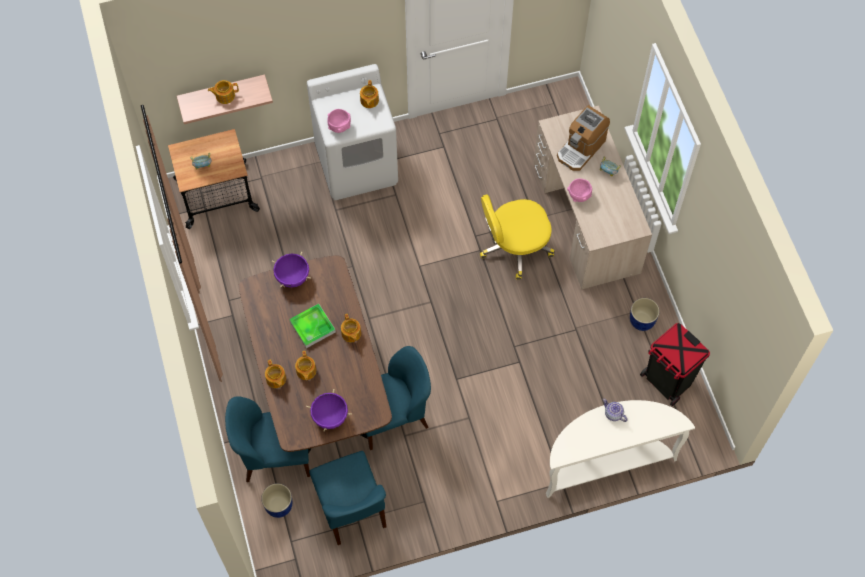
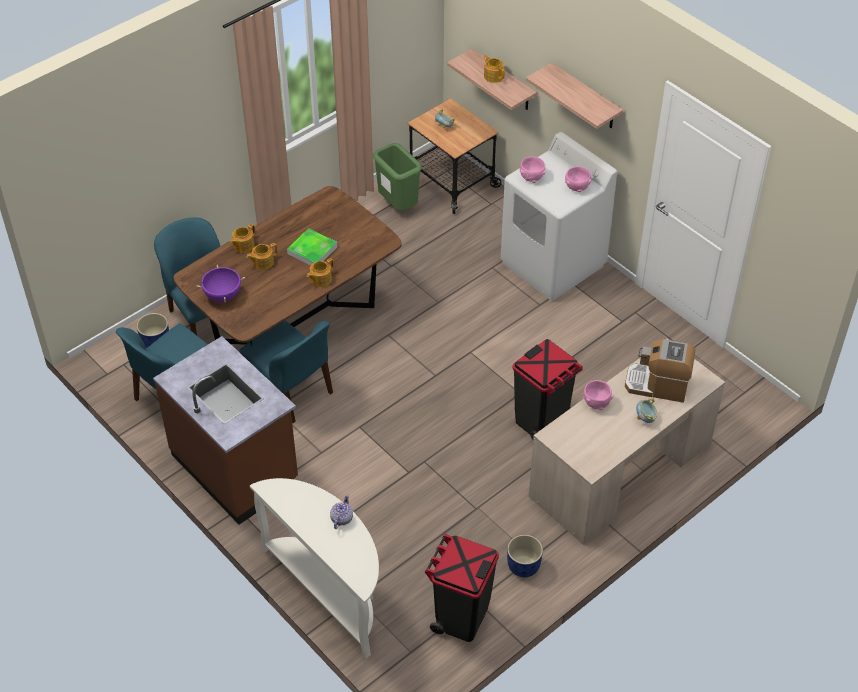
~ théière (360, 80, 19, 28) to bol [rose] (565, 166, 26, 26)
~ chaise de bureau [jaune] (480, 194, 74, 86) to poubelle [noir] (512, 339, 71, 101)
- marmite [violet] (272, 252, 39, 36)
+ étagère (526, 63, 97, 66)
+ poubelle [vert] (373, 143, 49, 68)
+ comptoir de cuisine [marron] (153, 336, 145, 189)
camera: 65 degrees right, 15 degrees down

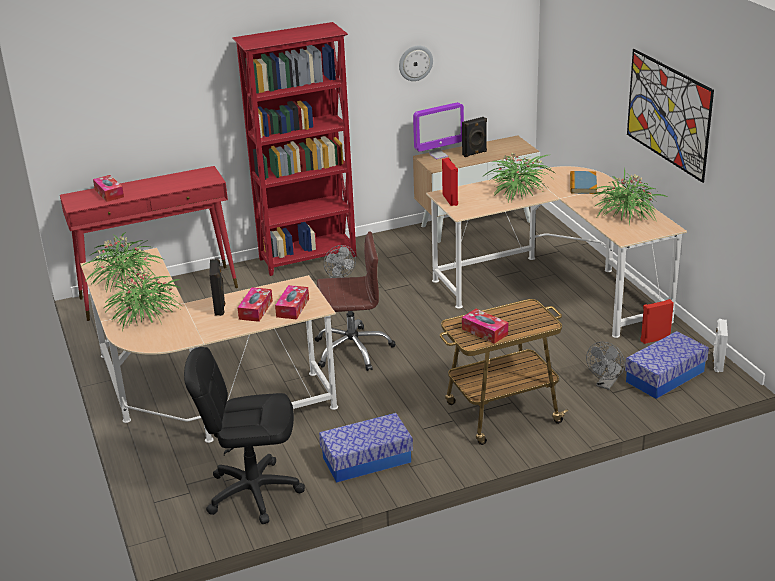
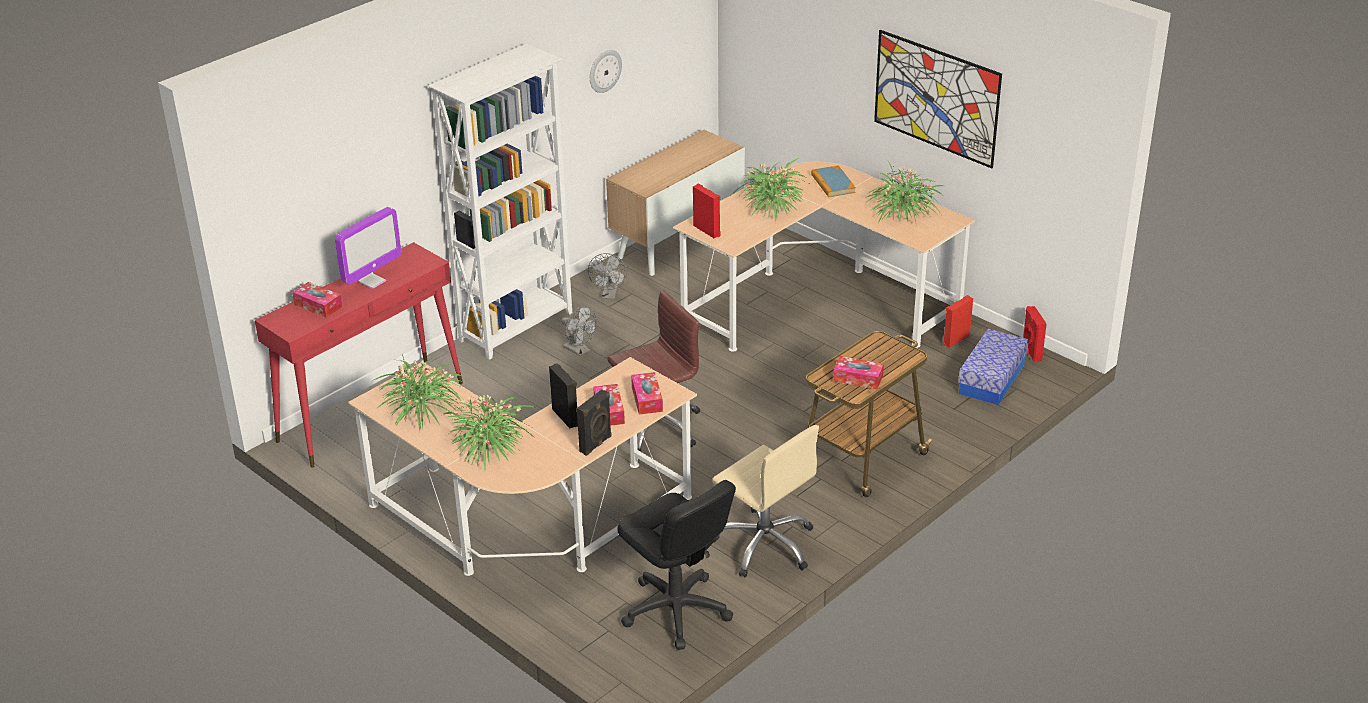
~ bibliothèque [rouge] (232, 22, 125, 254) to bibliothèque [blanc] (428, 44, 144, 316)
~ écran d'ordinateur (413, 102, 51, 57) to (335, 207, 66, 82)
~ enceinte [noir] (462, 117, 25, 40) to (577, 389, 35, 67)
~ enceinte [blanc] (713, 319, 15, 53) to enceinte [rouge] (1023, 306, 24, 56)
~ ventilateur [gris] (586, 342, 39, 48) to (588, 253, 39, 46)
~ chaise de bureau [noir] (184, 347, 121, 177) = (617, 480, 119, 170) 105 degrees counterclockwise
~ boîte de rangement (319, 413, 94, 70) to chaise de bureau [beige] (712, 425, 107, 152)
camera: 25 degrees left, 5 degrees up

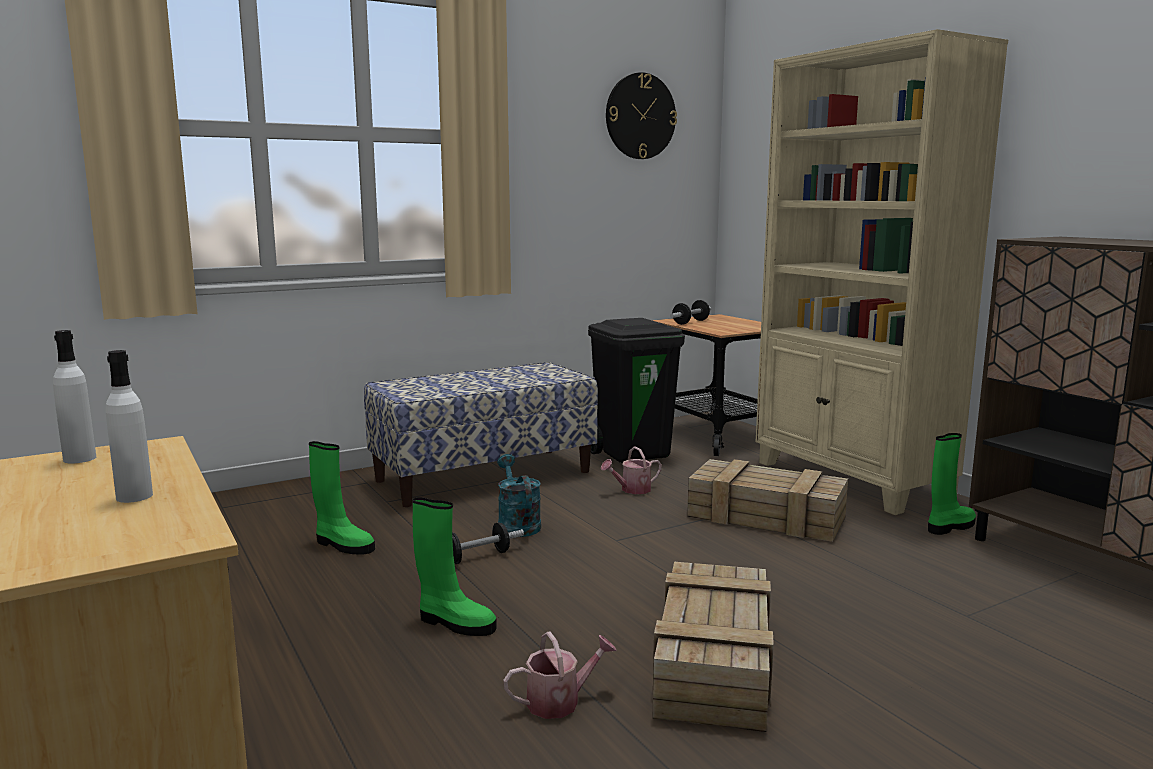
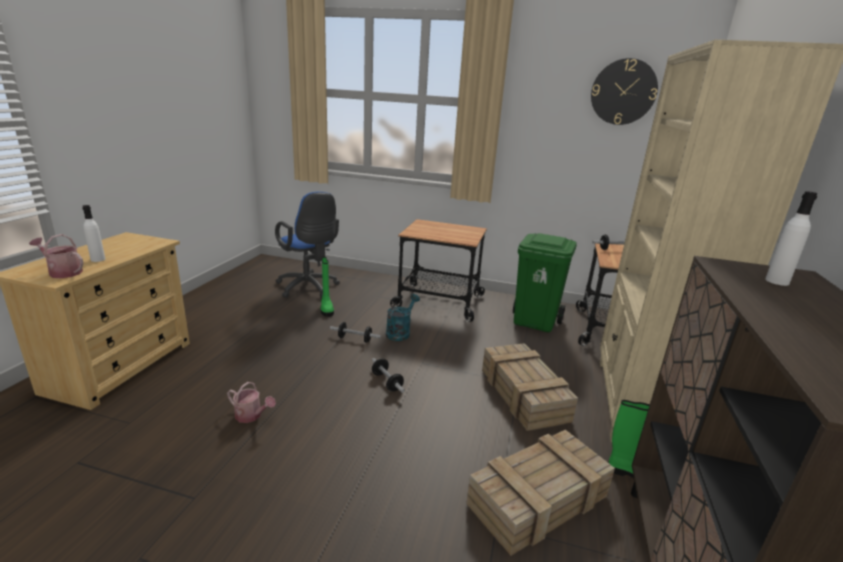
~ poubelle [noir] (588, 318, 97, 145) to poubelle [vert] (513, 233, 64, 100)
~ bouteille [blanc] (53, 330, 43, 133) to (765, 191, 52, 95)
~ banc (364, 362, 234, 145) to chariot (390, 219, 97, 103)
~ arrosoir (601, 446, 61, 48) to (29, 234, 54, 44)
- botte [vert] (412, 497, 85, 139)
~ caisse (653, 562, 121, 170) to (466, 430, 149, 126)
+ chaise de bureau [bleu] (275, 192, 65, 106)
+ haltère (372, 358, 33, 35)
camera: 45 degrees right, 10 degrees up

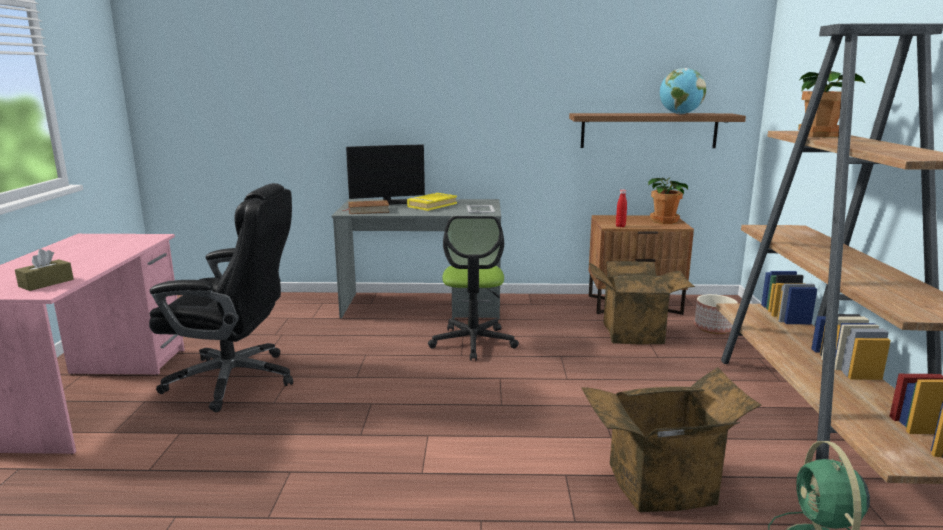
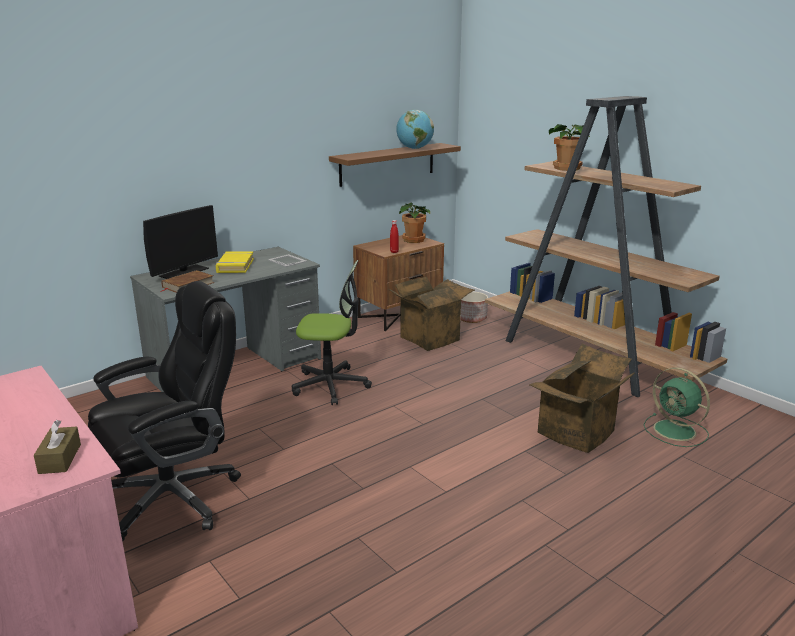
~ chaise de bureau (428, 216, 91, 145) = (292, 260, 80, 145) 45 degrees counterclockwise
camera: 40 degrees left, 5 degrees up

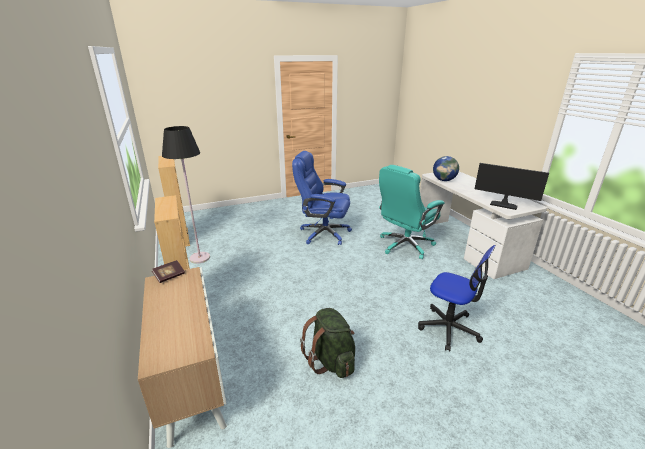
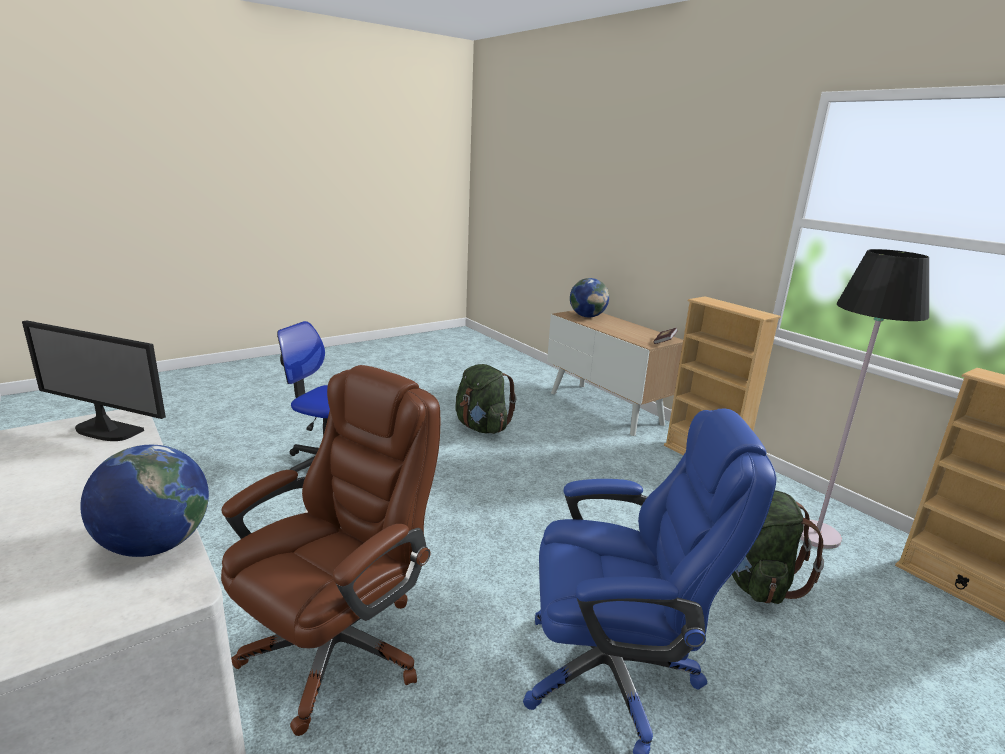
~ chaise de bureau [turquoise] (379, 165, 65, 94) to chaise de bureau [marron] (221, 365, 219, 371)
+ globe (570, 278, 39, 39)
+ sac à dos [vert] (732, 490, 92, 114)
camera: 165 degrees right, 5 degrees down

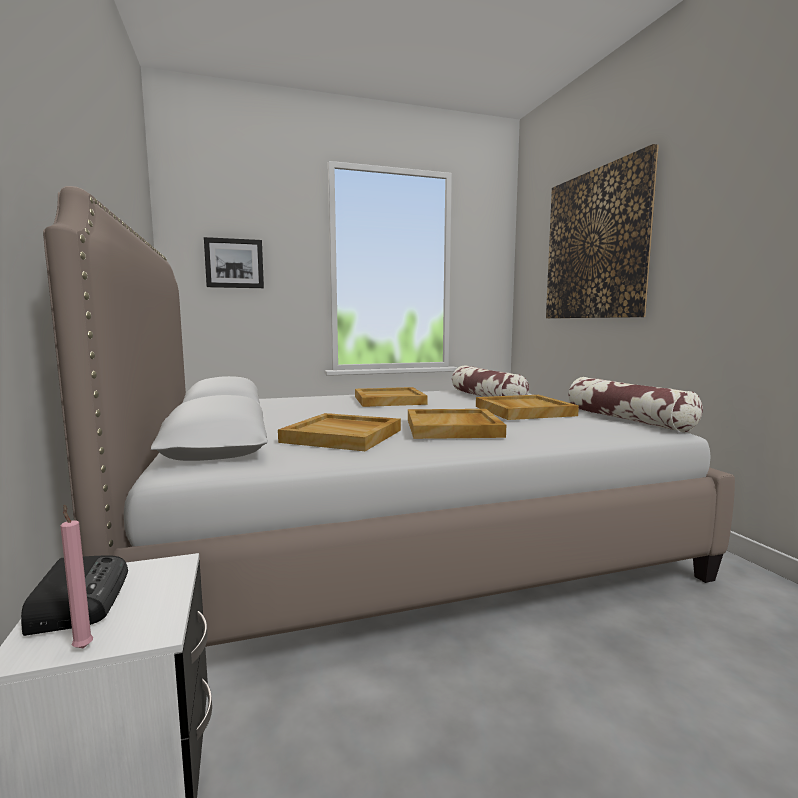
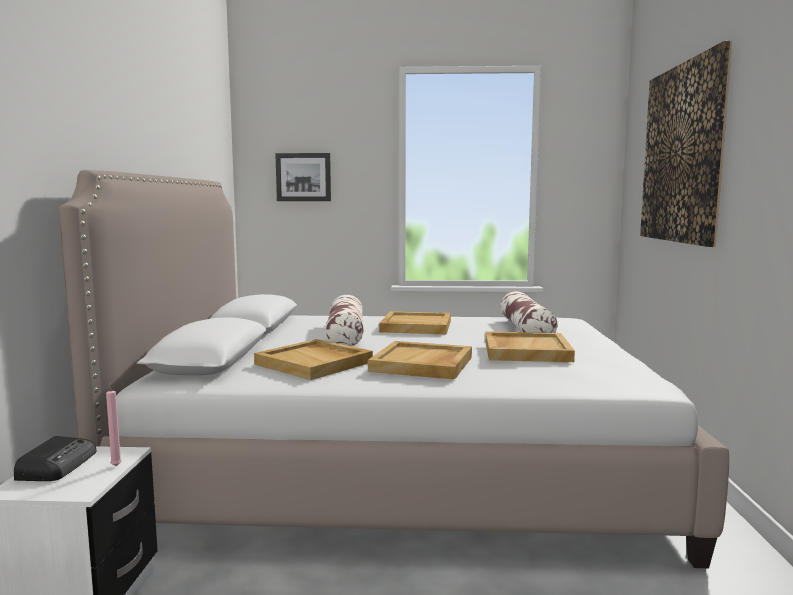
~ coussin (568, 377, 135, 55) to (325, 295, 39, 52)
~ bougie [rose] (60, 504, 33, 145) to (106, 381, 16, 85)
camera: 20 degrees right, 0 degrees up

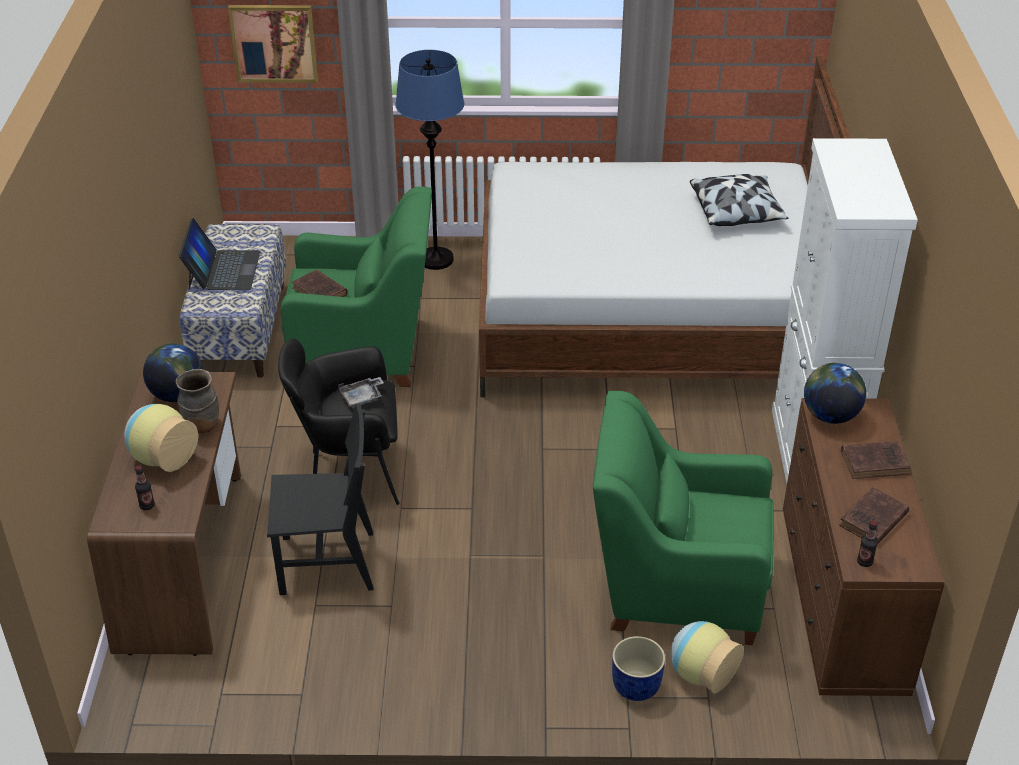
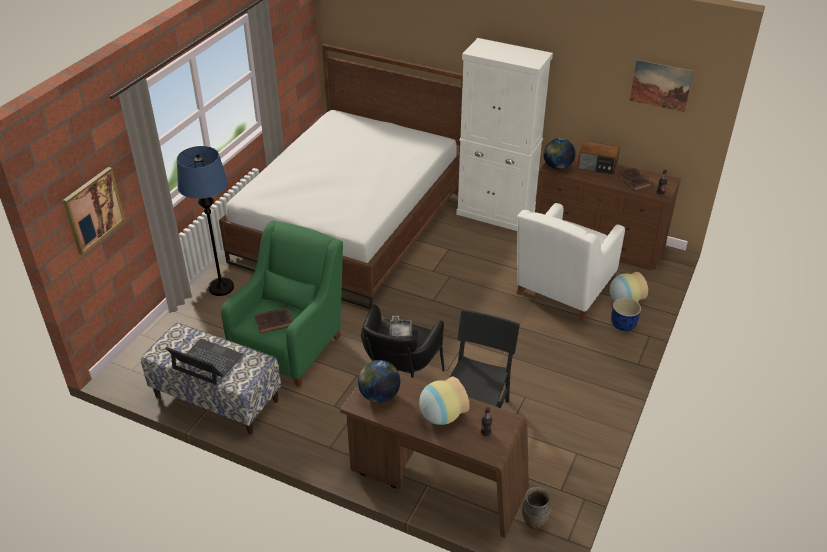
- coussin (690, 174, 98, 52)
~ vase [marron] (176, 369, 43, 64) to (522, 487, 29, 43)
~ fauteuil [vert] (593, 391, 181, 254) to fauteuil [blanc] (517, 203, 108, 118)
~ livre [marron] (841, 441, 70, 38) to radio (577, 141, 43, 34)
+ tableau (630, 60, 64, 52)
camera: 65 degrees left, 0 degrees up

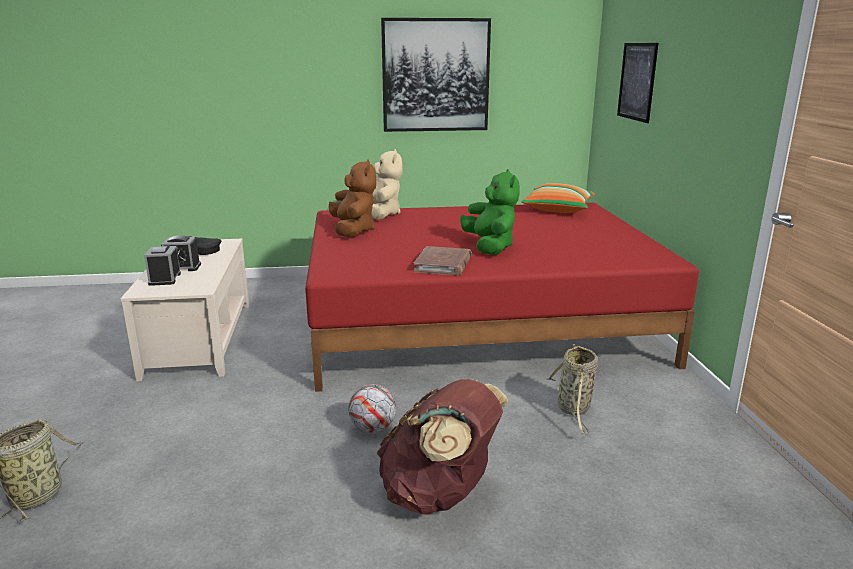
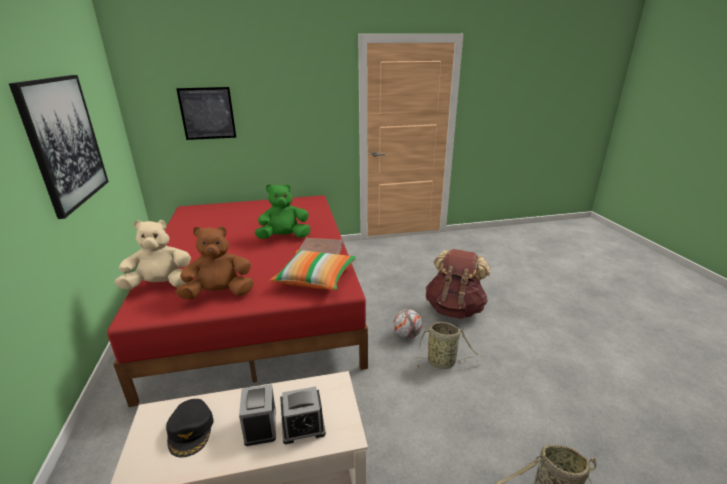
~ coussin (522, 183, 73, 30) to (270, 250, 87, 40)
~ panier (546, 344, 52, 91) to (412, 322, 73, 47)
camera: 95 degrees left, 5 degrees up

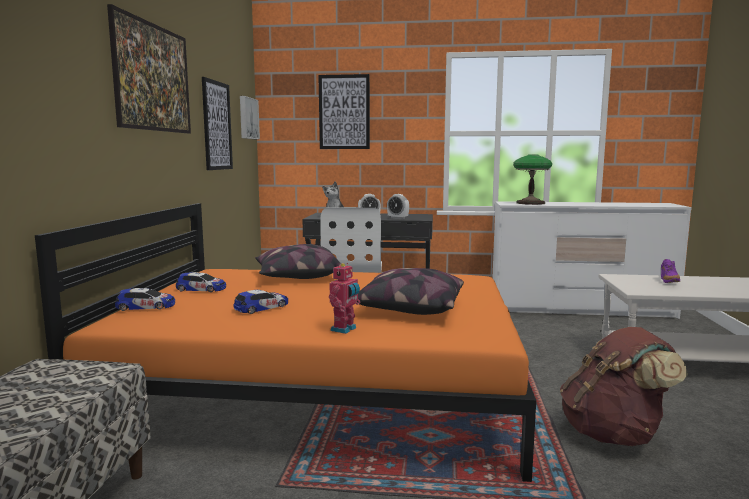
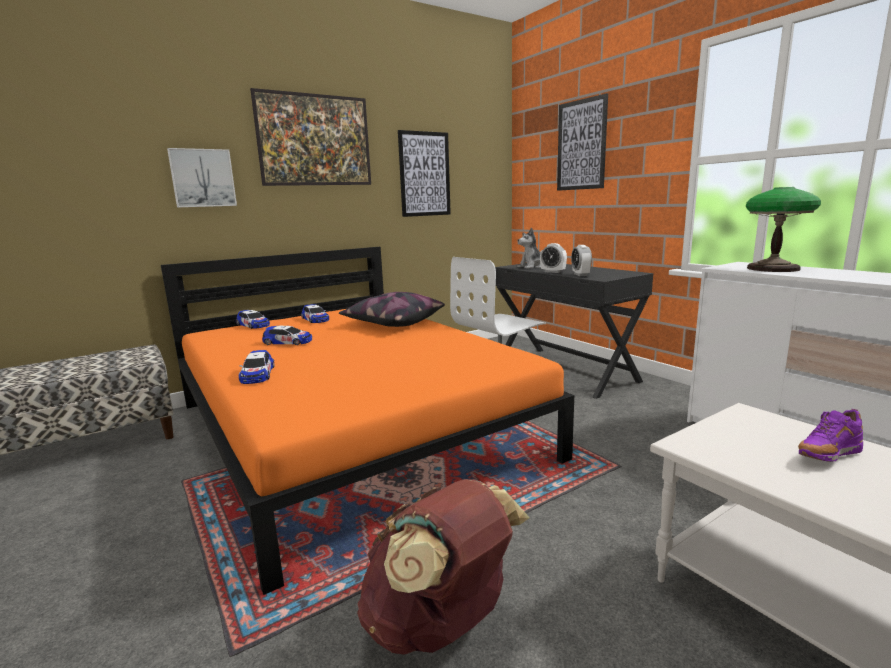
~ tableau (240, 96, 20, 43) to (167, 148, 70, 60)
~ robot jouet (329, 263, 31, 71) to petite voiture (239, 350, 35, 34)
- coussin (357, 268, 107, 47)
camera: 50 degrees right, 5 degrees up

